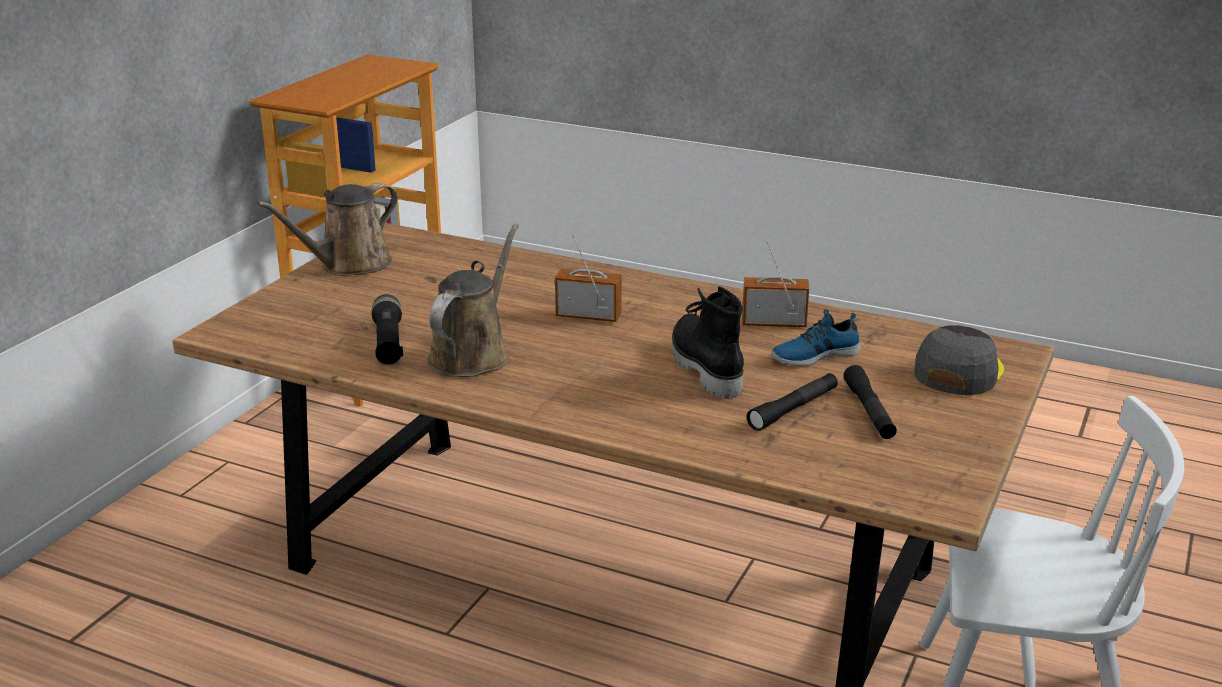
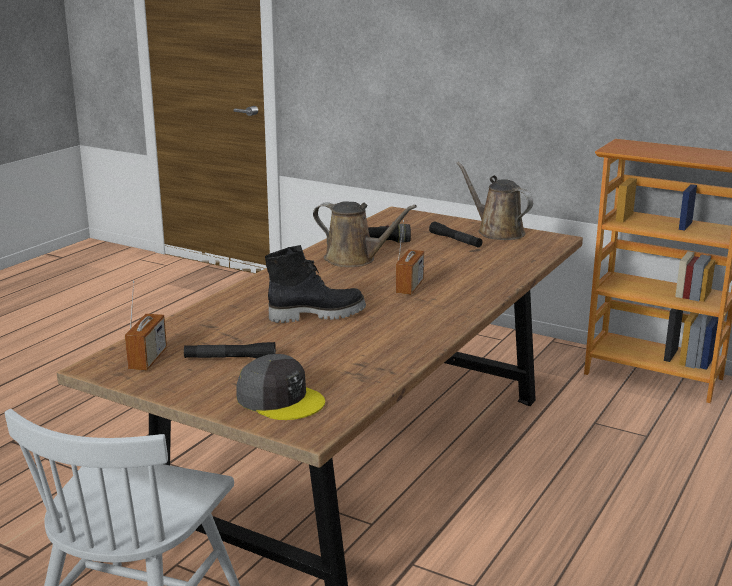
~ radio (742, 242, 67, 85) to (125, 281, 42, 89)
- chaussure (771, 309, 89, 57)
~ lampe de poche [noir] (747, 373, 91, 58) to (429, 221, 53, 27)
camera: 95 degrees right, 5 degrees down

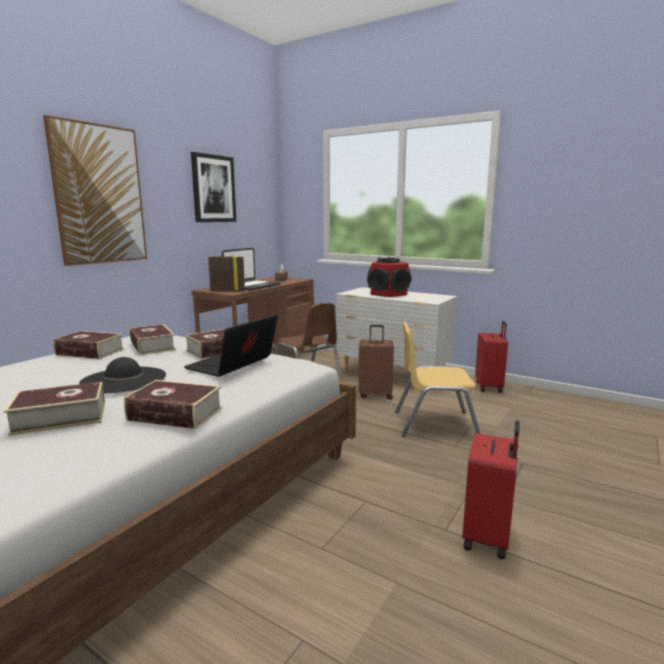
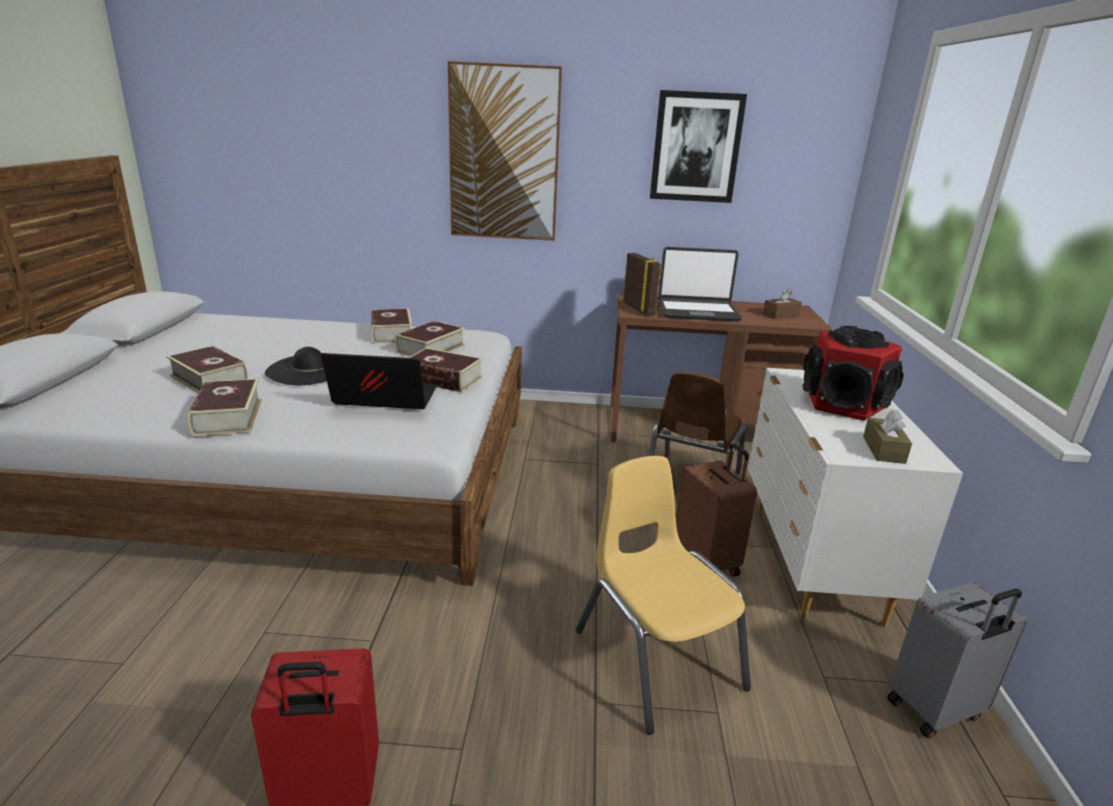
~ valise [rouge] (475, 321, 33, 72) to valise [gris] (887, 582, 141, 156)
+ boîte à mouchoirs [marron] (863, 409, 49, 55)
camera: 60 degrees right, 10 degrees up

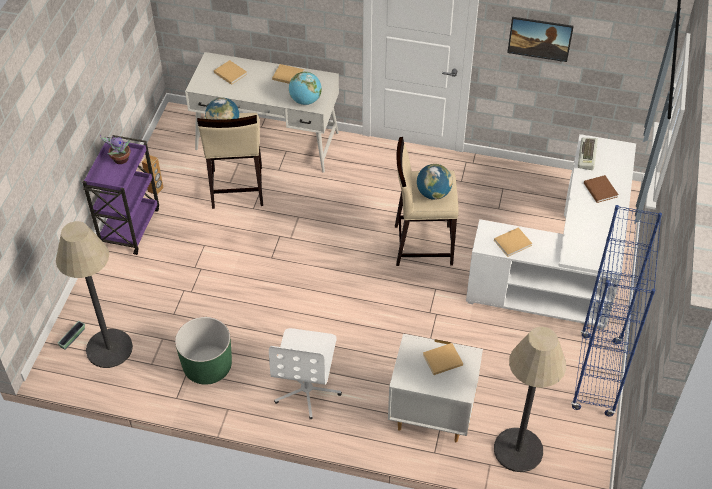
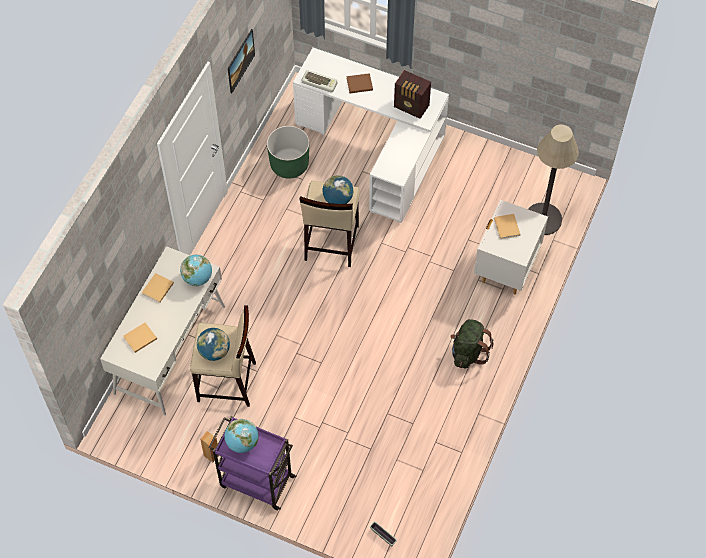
~ plante en pot (100, 135, 31, 29) to globe (225, 419, 34, 34)
- bibliothèque [bleu] (571, 205, 91, 211)
- lampadaire (56, 221, 77, 147)
- livre [beige] (494, 227, 39, 30)
~ cache-pot [vert] (175, 317, 57, 68) to (267, 126, 42, 53)
~ chaise de bureau [blanc] (269, 328, 73, 91) to sac à dos [vert] (450, 319, 44, 50)
+ radio (394, 70, 37, 49)
camera: 80 degrees left, 10 degrees up

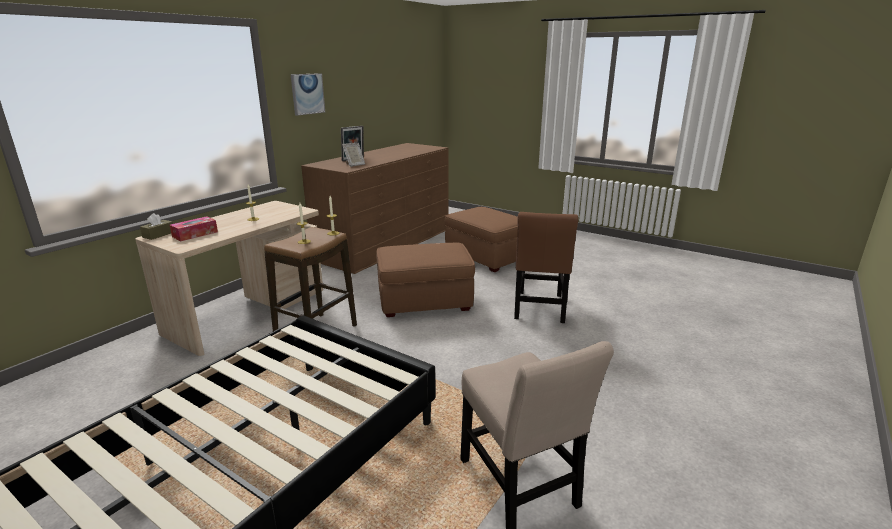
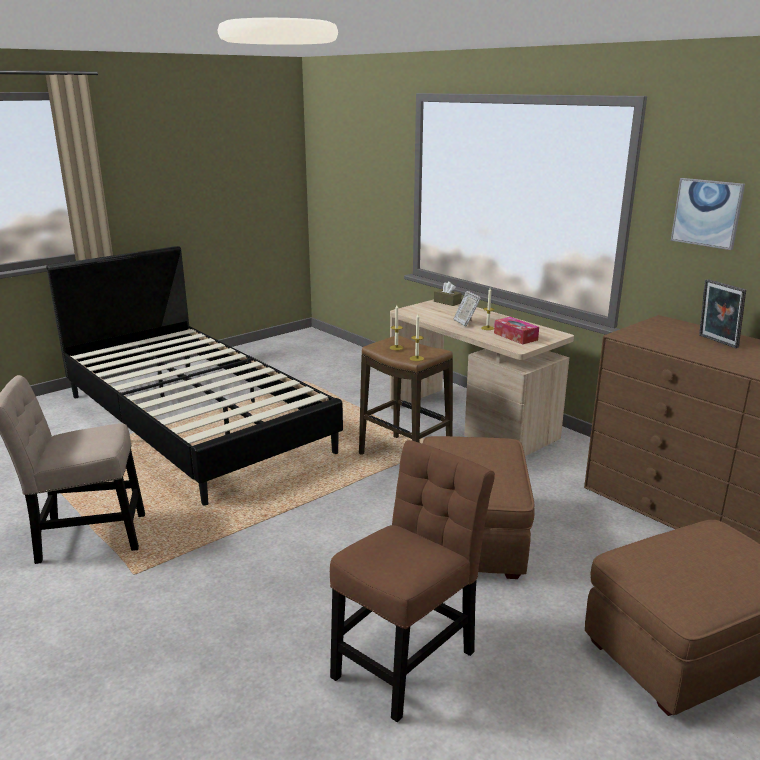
~ cadre photo (342, 143, 23, 24) to (454, 291, 27, 35)
~ chaise [marron] (514, 212, 64, 111) = (330, 440, 165, 282) 105 degrees clockwise
~ boîte à mouchoirs (170, 216, 48, 25) to (494, 317, 45, 28)
camera: 105 degrees right, 0 degrees up

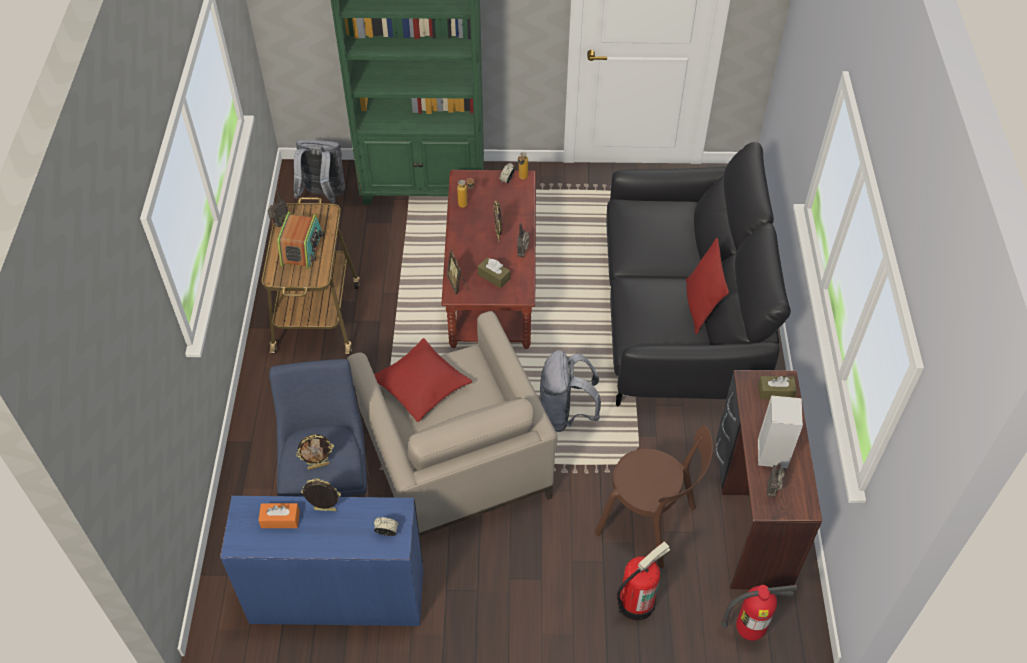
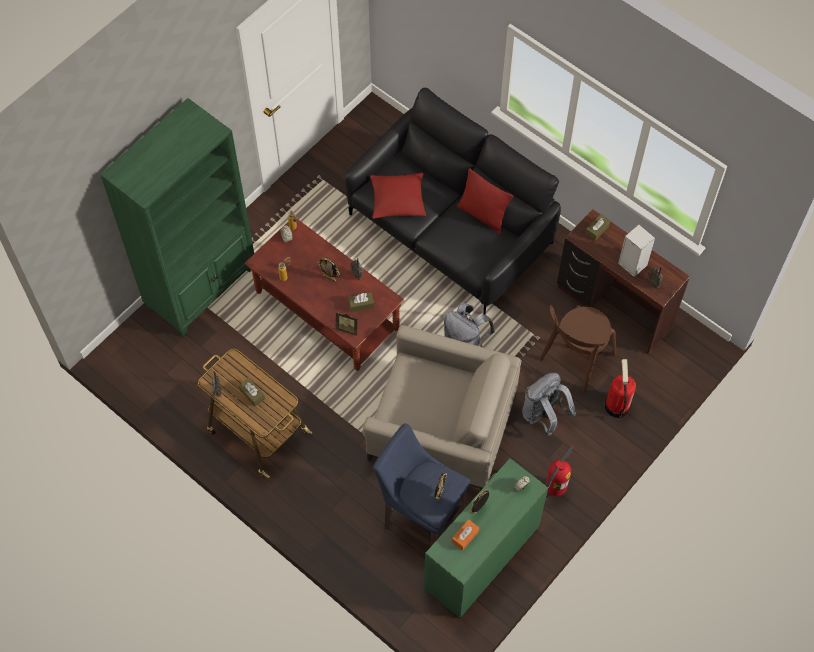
~ sac à dos [gris] (294, 140, 51, 64) to (522, 373, 54, 63)
~ radio (277, 212, 47, 57) to boîte à mouchoirs [marron] (238, 378, 27, 29)
~ coussin [rouge] (374, 338, 99, 84) to (370, 173, 56, 46)
~ chaise [marron] (595, 426, 118, 143) = (539, 305, 77, 87) 150 degrees clockwise
~ bureau [bleu] (220, 496, 203, 130) to bureau [vert] (424, 458, 124, 160)
~ extincteur (721, 585, 79, 56) to (545, 445, 29, 56)
camera: 50 degrees left, 10 degrees up

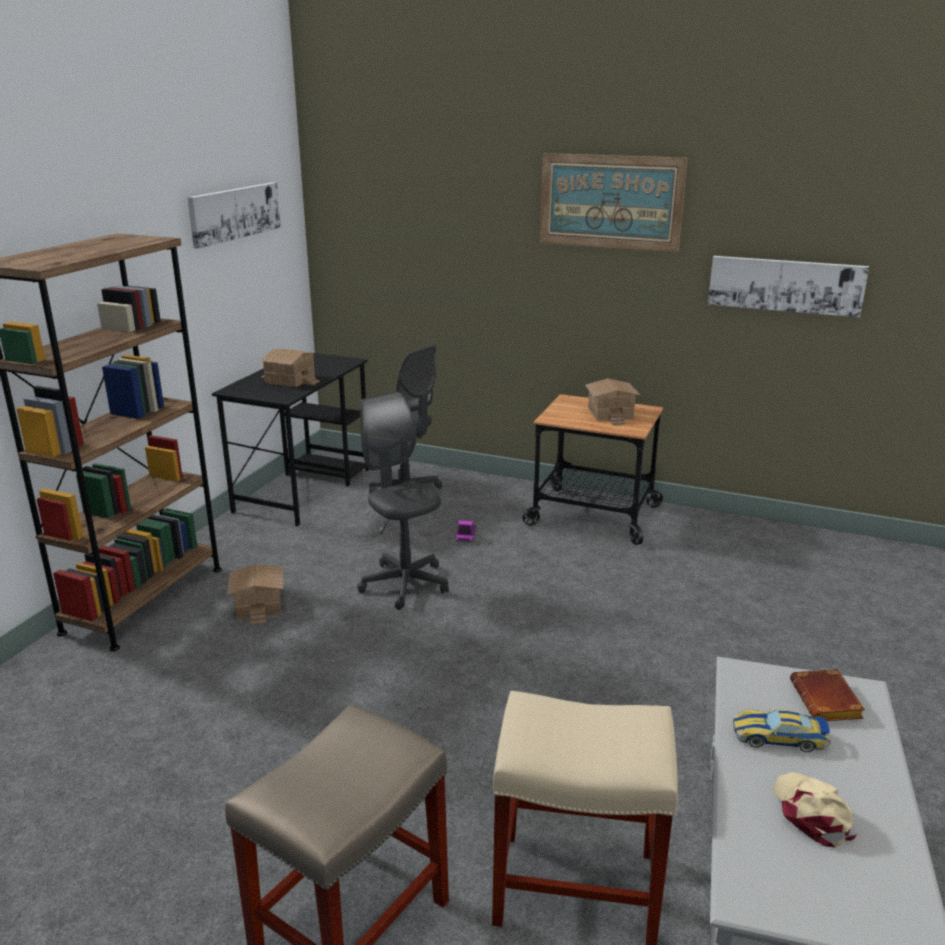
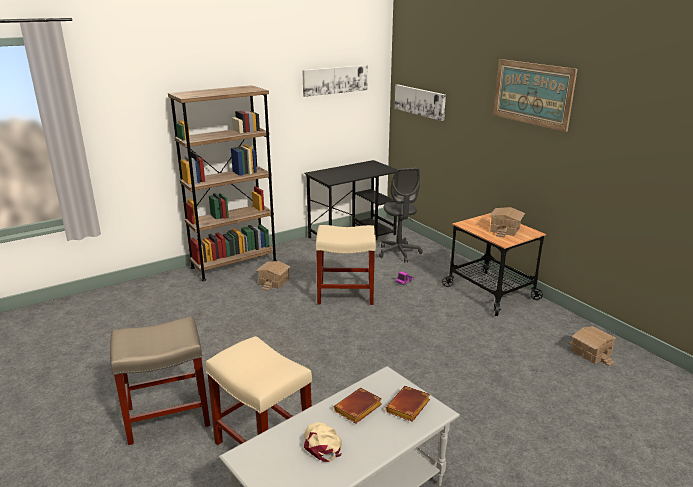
~ tableau (708, 256, 161, 62) to (395, 85, 51, 36)
~ maison miniature (260, 349, 60, 38) to (569, 326, 48, 40)
~ chaise de bureau [gris] (357, 391, 92, 219) to tabouret [beige] (316, 225, 60, 80)
~ petite voiture (733, 708, 97, 44) to livre [marron] (334, 388, 48, 36)
~ casquette [beige] (773, 772, 84, 76) = (304, 422, 38, 40) 45 degrees counterclockwise
camera: 35 degrees right, 0 degrees up

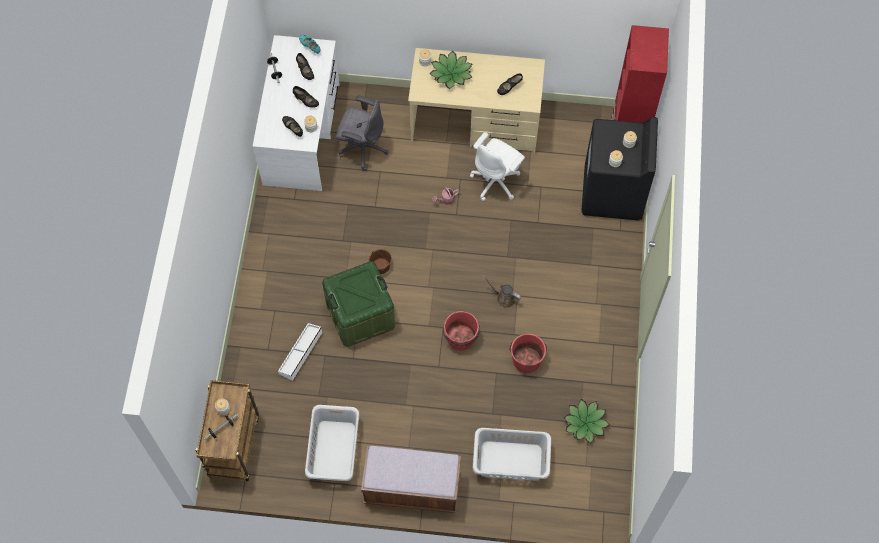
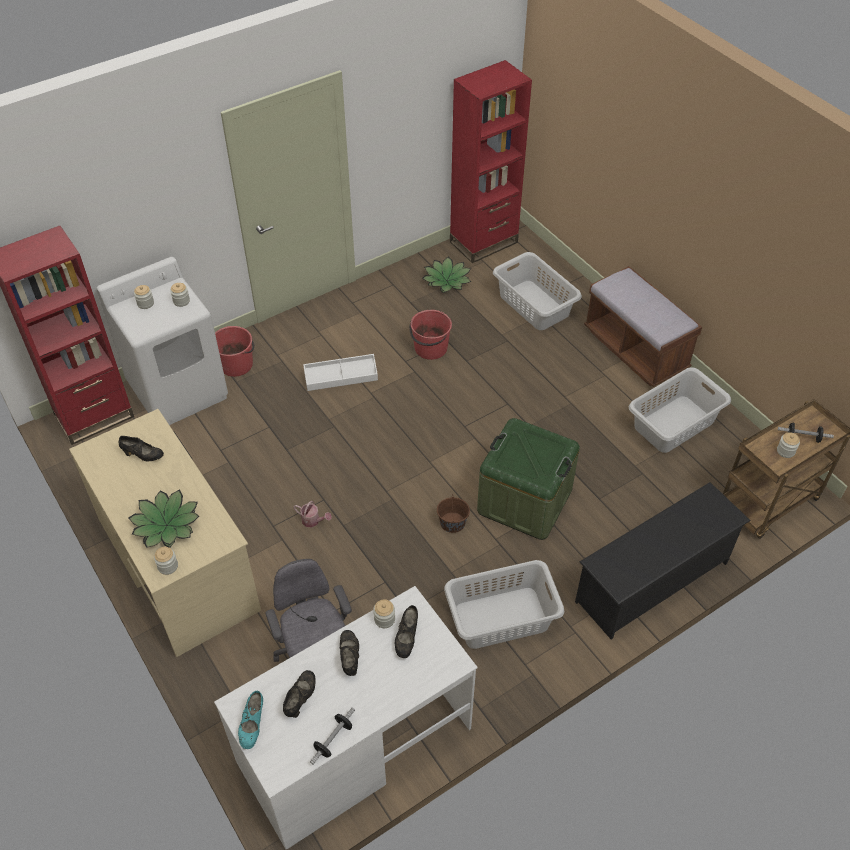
~ lave-linge [noir] (581, 117, 77, 104) to lave-linge [blanc] (96, 257, 132, 168)
- chaise de bureau [blanc] (470, 132, 55, 69)
- arrosoir [marron] (483, 275, 38, 33)
~ seau [rouge] (443, 311, 37, 39) to (215, 326, 39, 51)
~ boîte de rangement [blanc] (278, 323, 44, 58) to (303, 354, 75, 37)
+ bibliothèque [rouge] (450, 60, 82, 203)
+ étagère à chaussures [noir] (575, 482, 176, 158)
+ panier à linge [gris] (444, 560, 121, 89)
camera: 130 degrees left, 15 degrees down

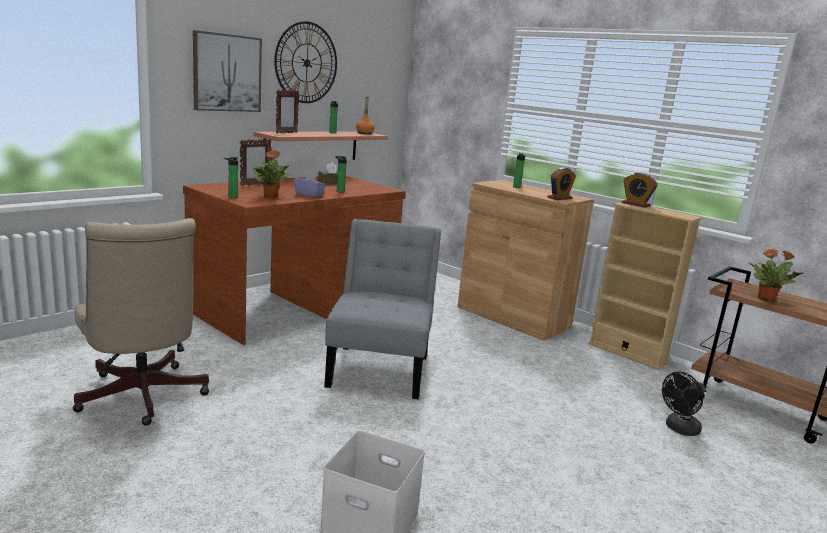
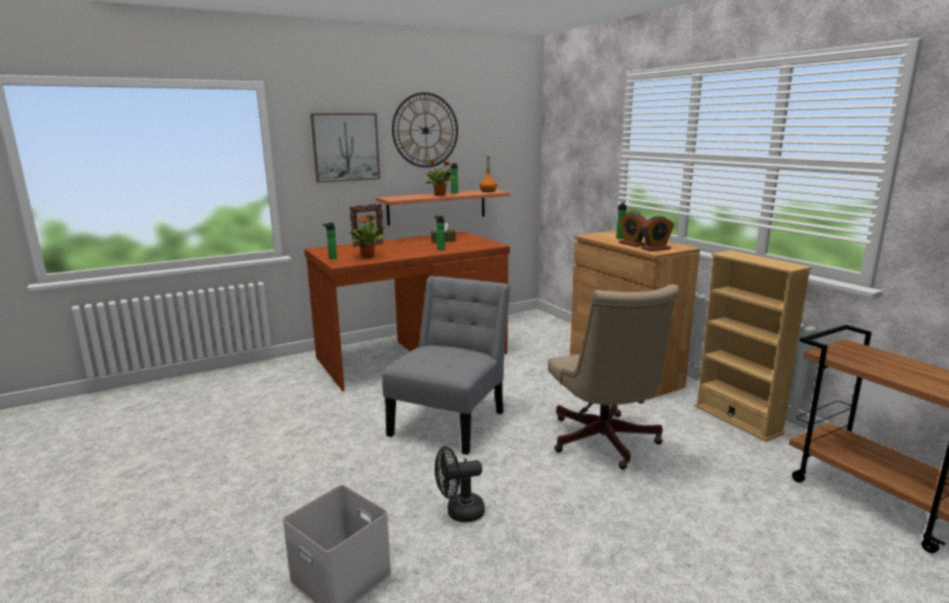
- cadre photo (276, 90, 23, 44)
- boîte à mouchoirs [violet] (293, 172, 33, 25)
~ réveil (622, 173, 36, 35) to (619, 212, 28, 35)
~ chaise de bureau [beige] (73, 218, 136, 208) to (548, 284, 131, 186)
~ plante en pot (748, 249, 57, 53) to (425, 159, 31, 37)
~ ventilateur [noir] (662, 372, 43, 64) to (435, 446, 50, 76)
camera: 20 degrees right, 0 degrees up

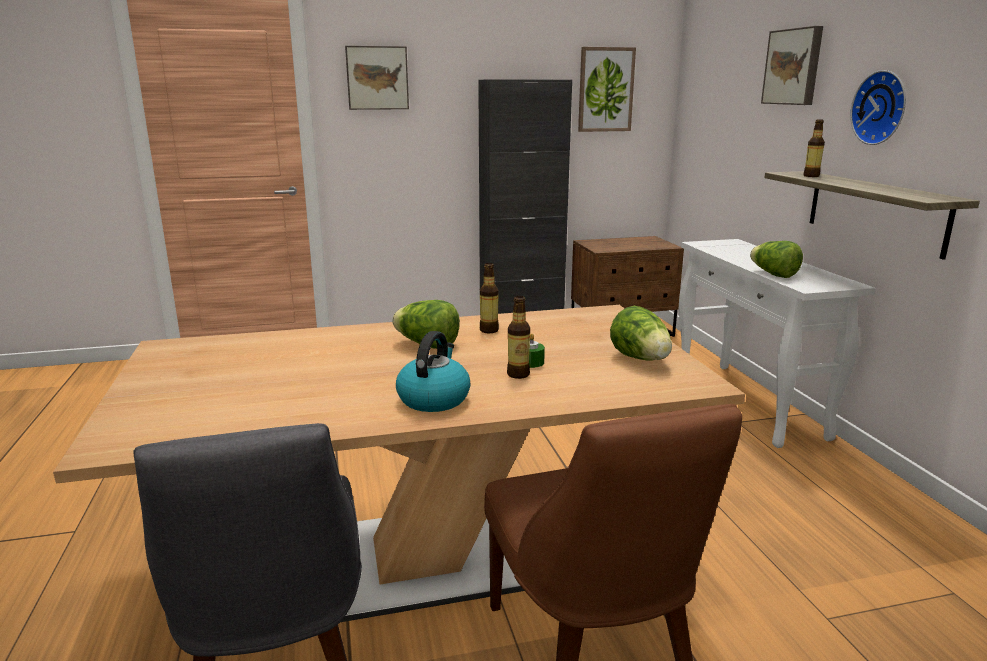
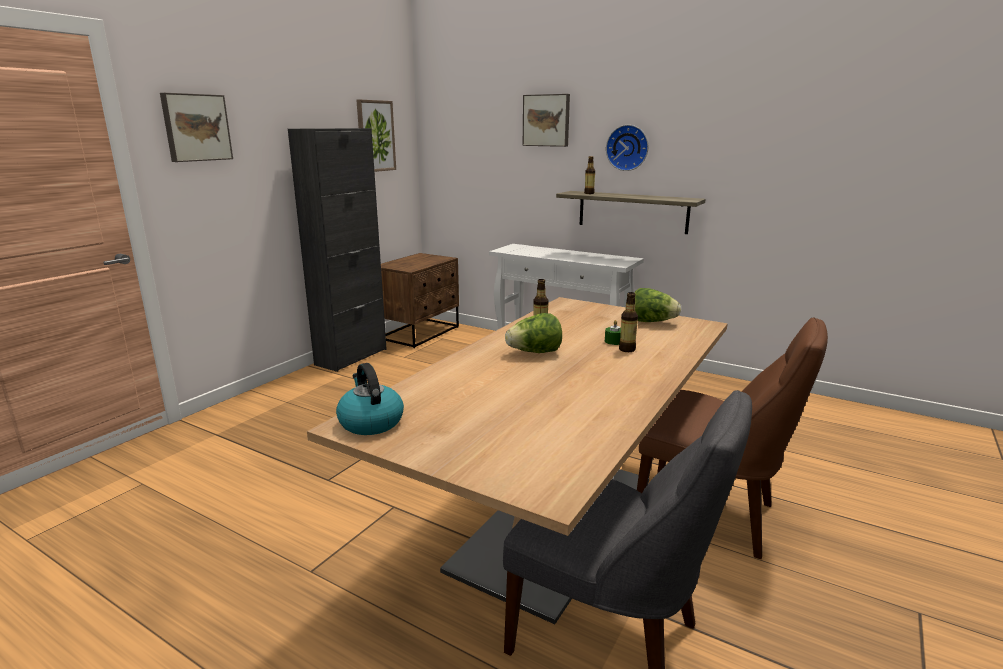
- laitue (750, 241, 53, 37)
~ bouilloire (396, 331, 74, 81) to (336, 363, 68, 72)
camera: 45 degrees left, 0 degrees up

